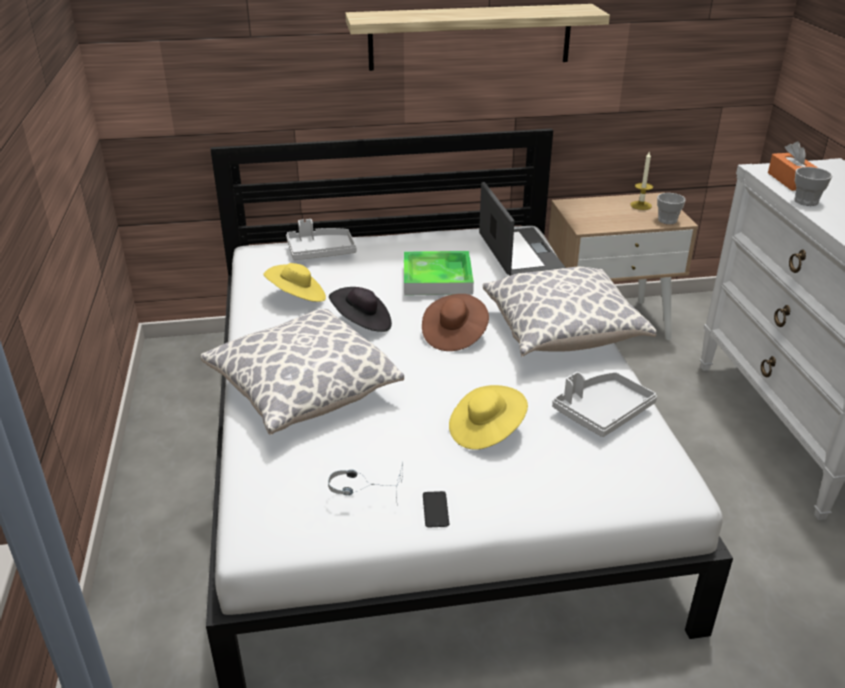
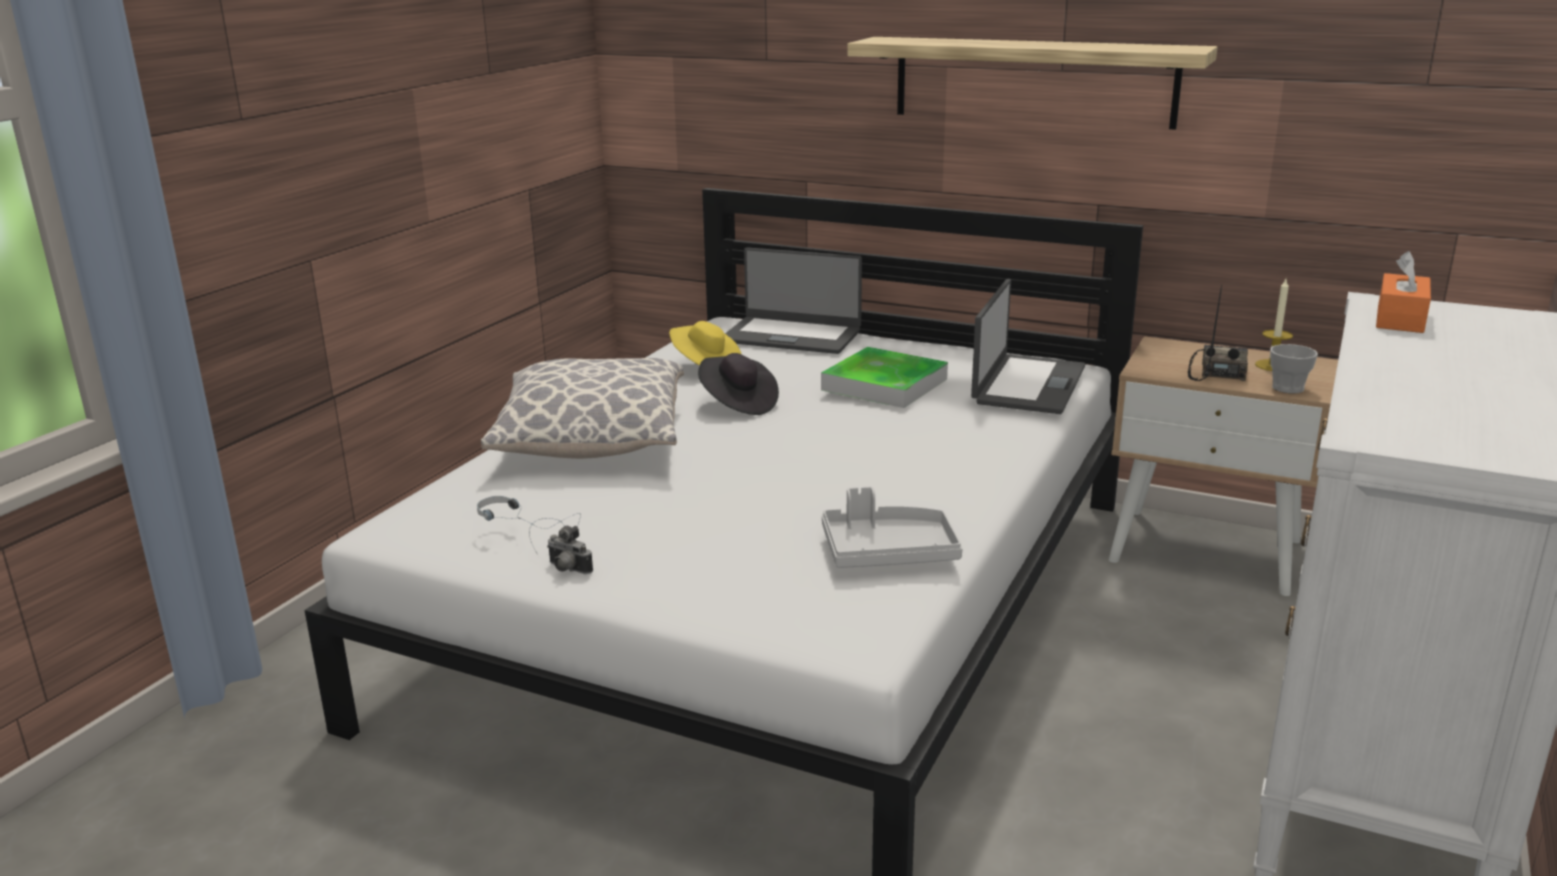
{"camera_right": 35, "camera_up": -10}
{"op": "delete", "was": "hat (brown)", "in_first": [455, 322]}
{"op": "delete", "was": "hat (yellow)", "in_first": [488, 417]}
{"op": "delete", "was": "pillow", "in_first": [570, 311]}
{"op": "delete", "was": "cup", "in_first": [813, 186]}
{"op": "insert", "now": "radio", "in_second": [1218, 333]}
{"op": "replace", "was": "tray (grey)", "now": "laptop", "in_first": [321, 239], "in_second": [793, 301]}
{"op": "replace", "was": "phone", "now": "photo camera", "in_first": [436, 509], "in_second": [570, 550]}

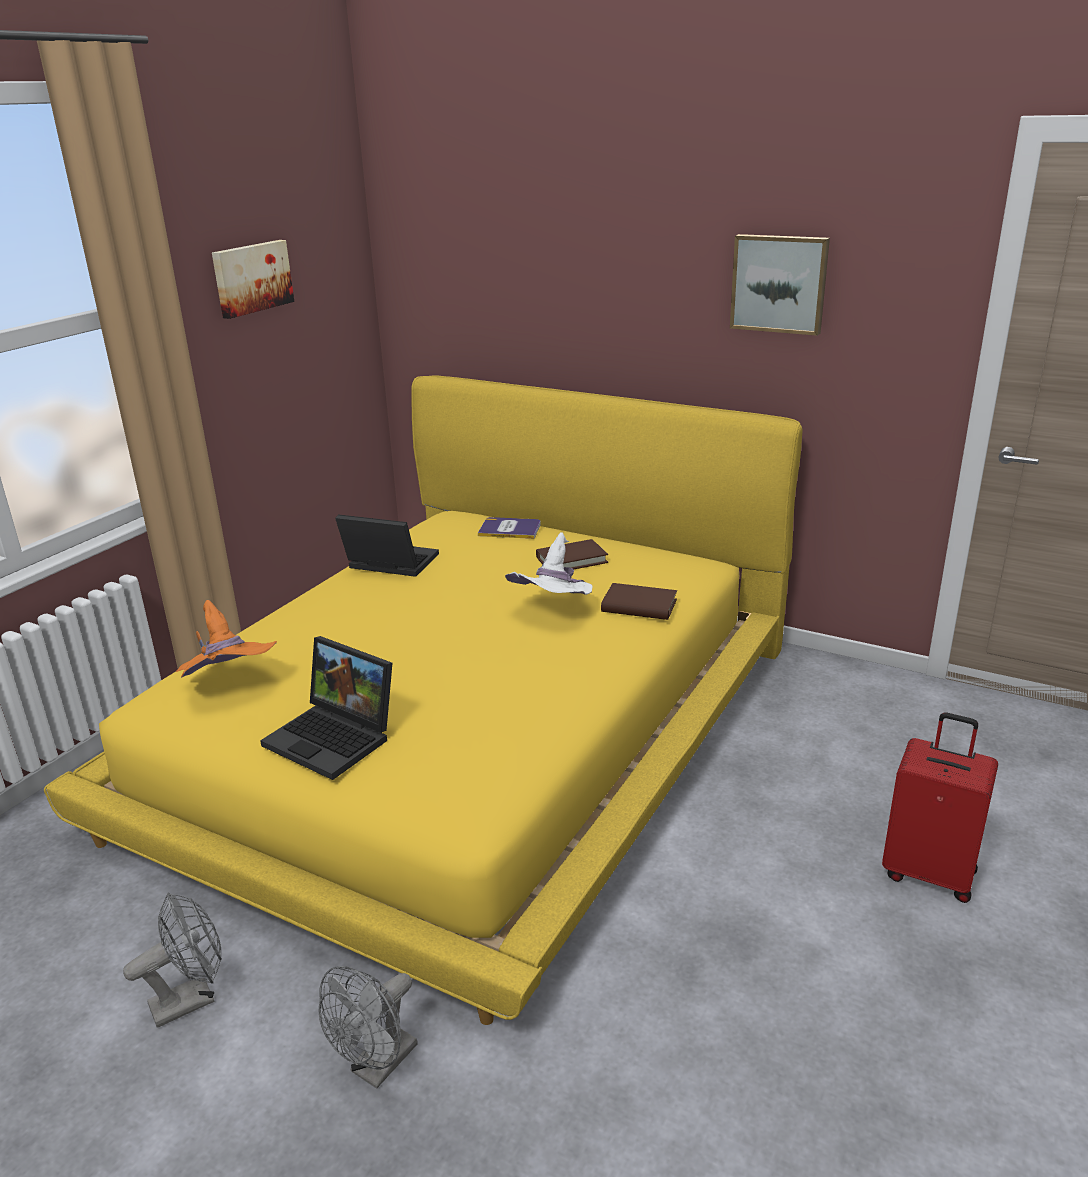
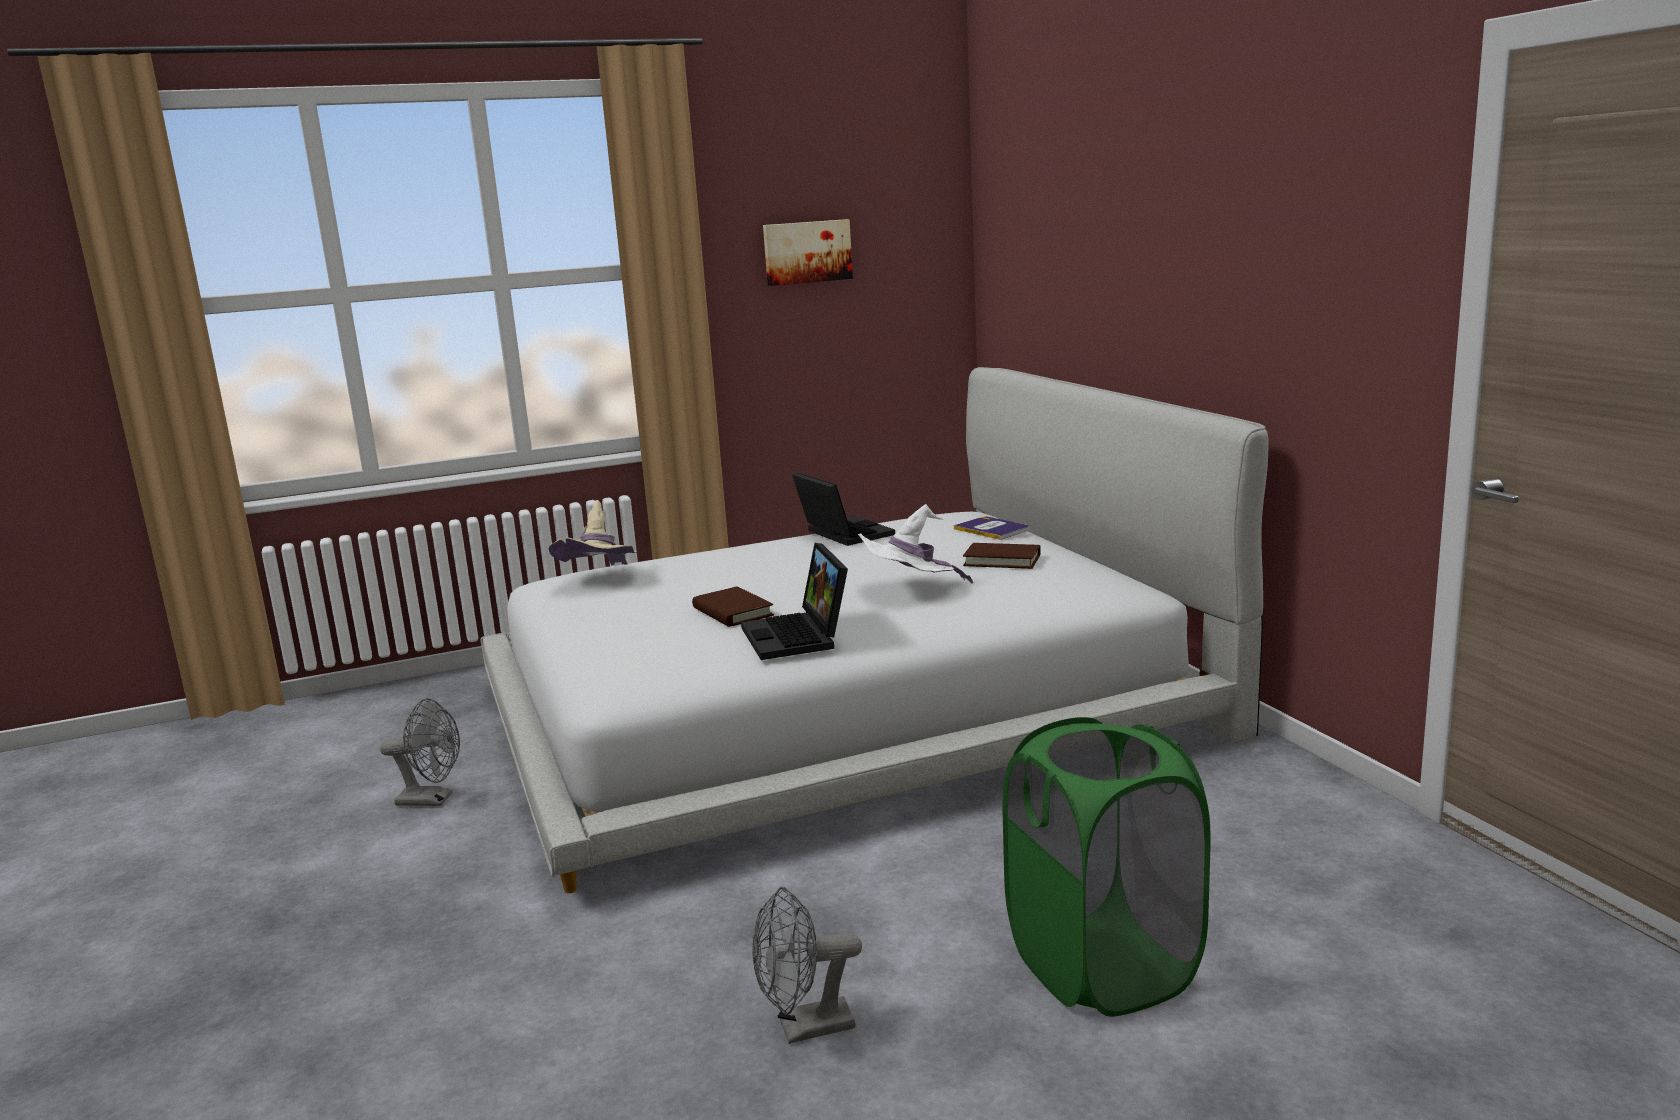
{"camera_right": 40, "camera_up": -10}
{"op": "delete", "was": "picture", "in_first": [780, 285]}
{"op": "move", "was": "laptop", "in_first": [326, 708], "in_second": [794, 601]}
{"op": "move", "was": "fan (grey)", "in_first": [368, 1027], "in_second": [807, 965]}
{"op": "move", "was": "book (brown)", "in_first": [639, 601], "in_second": [733, 606]}
{"op": "replace", "was": "suitcase (red)", "now": "laundry basket (green)", "in_first": [940, 808], "in_second": [1106, 867]}
{"op": "recolor", "was": "bed (yellow)", "now": "bed (white)", "in_first": [423, 700], "in_second": [875, 630]}
{"op": "recolor", "was": "hat (orange)", "now": "hat (beige)", "in_first": [226, 639], "in_second": [593, 532]}

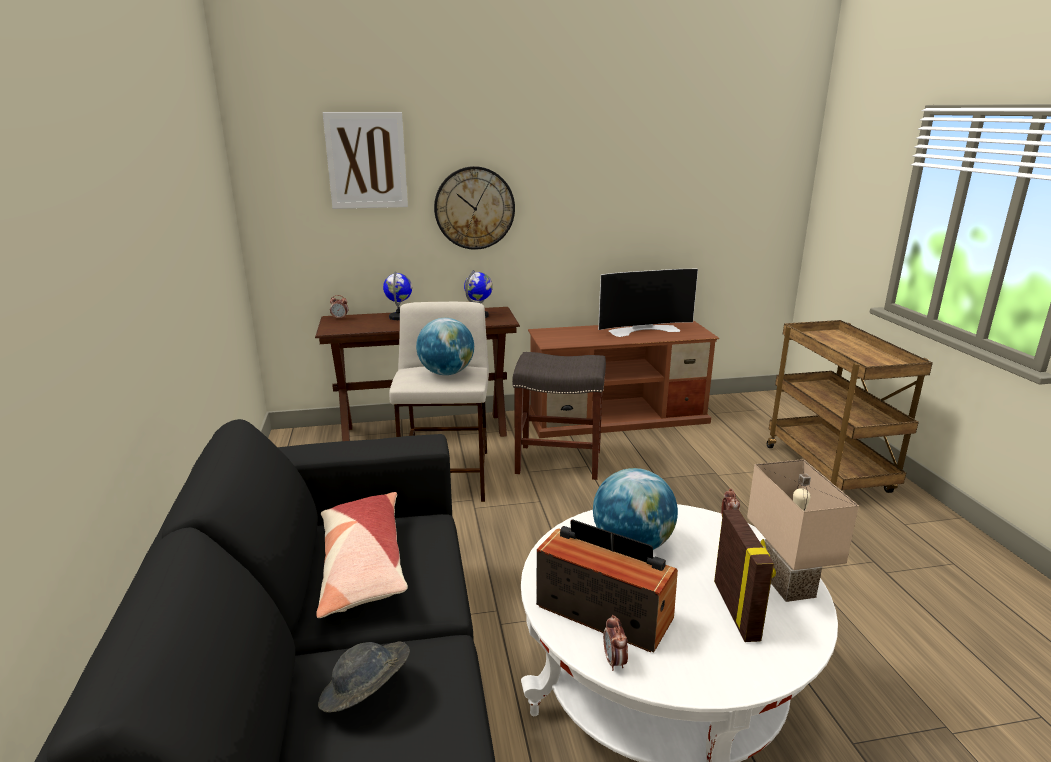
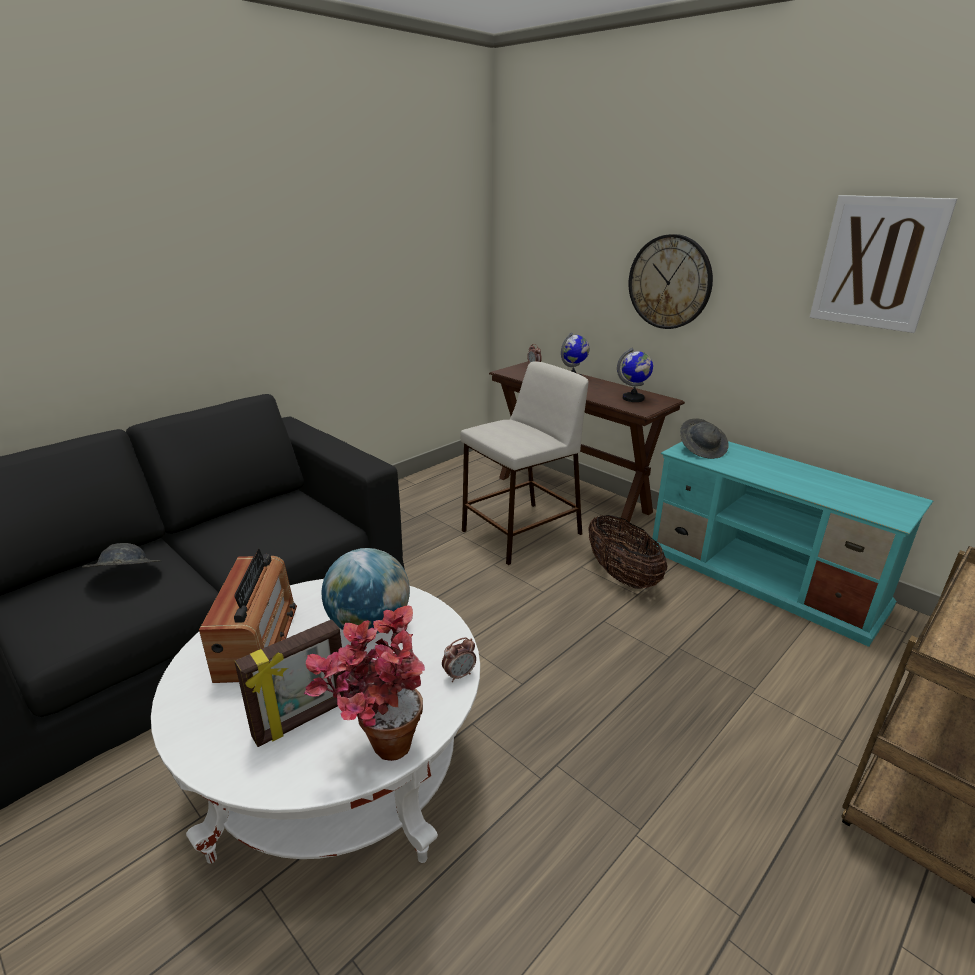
{"camera_right": 55, "camera_up": 5}
{"op": "delete", "was": "pillow", "in_first": [362, 555]}
{"op": "delete", "was": "globe", "in_first": [445, 346]}
{"op": "delete", "was": "television", "in_first": [648, 303]}
{"op": "delete", "was": "alarm clock", "in_first": [615, 643]}
{"op": "insert", "now": "hat (grey)", "in_second": [704, 439]}
{"op": "move", "was": "picture", "in_first": [365, 160], "in_second": [883, 264]}
{"op": "replace", "was": "stool (grey)", "now": "basket", "in_first": [559, 416], "in_second": [627, 552]}
{"op": "replace", "was": "table lamp (beige)", "now": "potted plant", "in_first": [803, 530], "in_second": [364, 683]}
{"op": "recolor", "was": "tv stand (brown)", "now": "tv stand (turquoise)", "in_first": [623, 379], "in_second": [792, 544]}

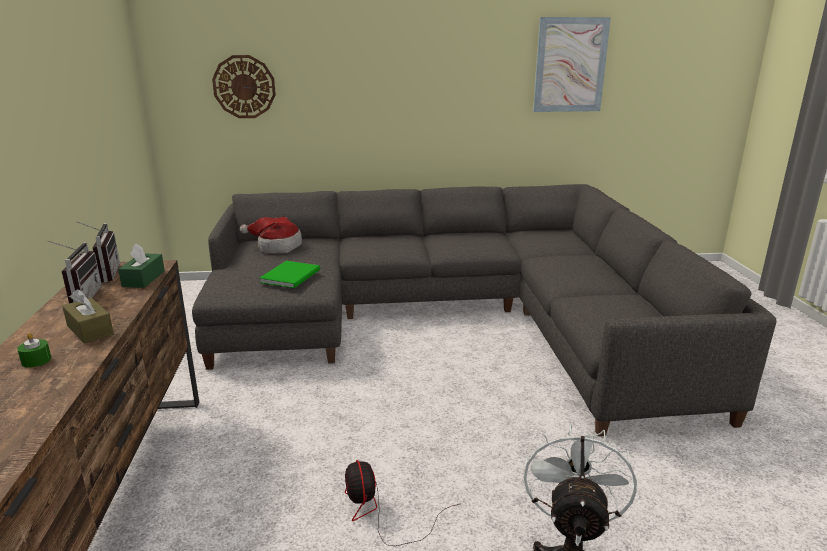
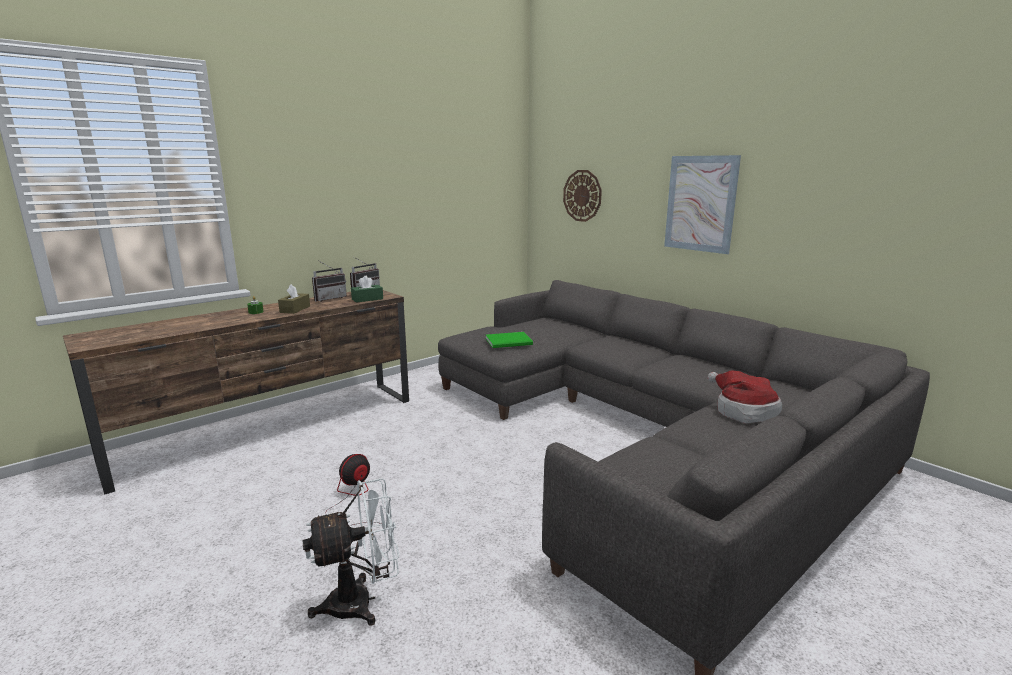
{"camera_right": 55, "camera_up": -5}
{"op": "move", "was": "hat", "in_first": [271, 235], "in_second": [745, 396]}
{"op": "move", "was": "picture", "in_first": [572, 64], "in_second": [702, 204]}

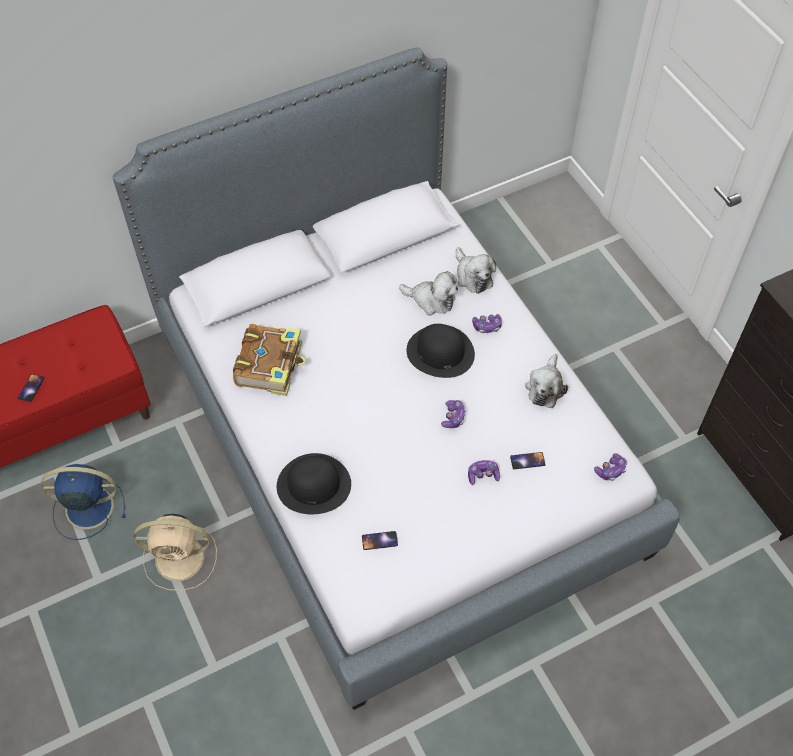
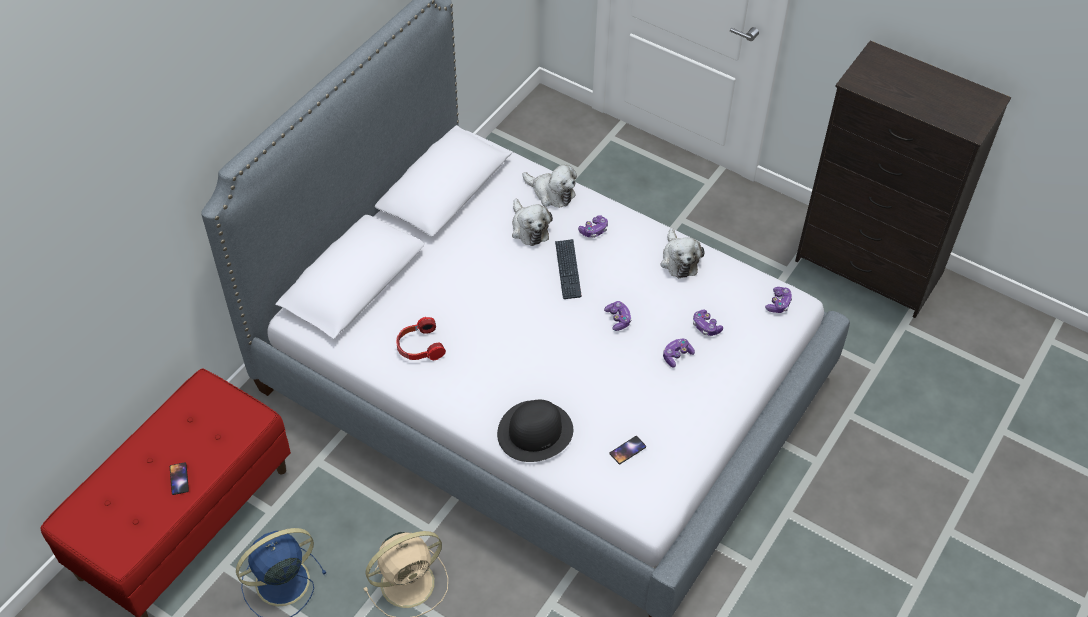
{"camera_right": -30, "camera_up": -5}
{"op": "replace", "was": "book", "now": "headphones", "in_first": [269, 360], "in_second": [421, 338]}
{"op": "replace", "was": "hat (black)", "now": "keyboard", "in_first": [440, 351], "in_second": [568, 269]}
{"op": "replace", "was": "phone", "now": "game controller", "in_first": [527, 460], "in_second": [708, 322]}
{"op": "rotate", "was": "plush toy", "in_first": [428, 293], "in_second": [532, 222], "clockwise": 75}

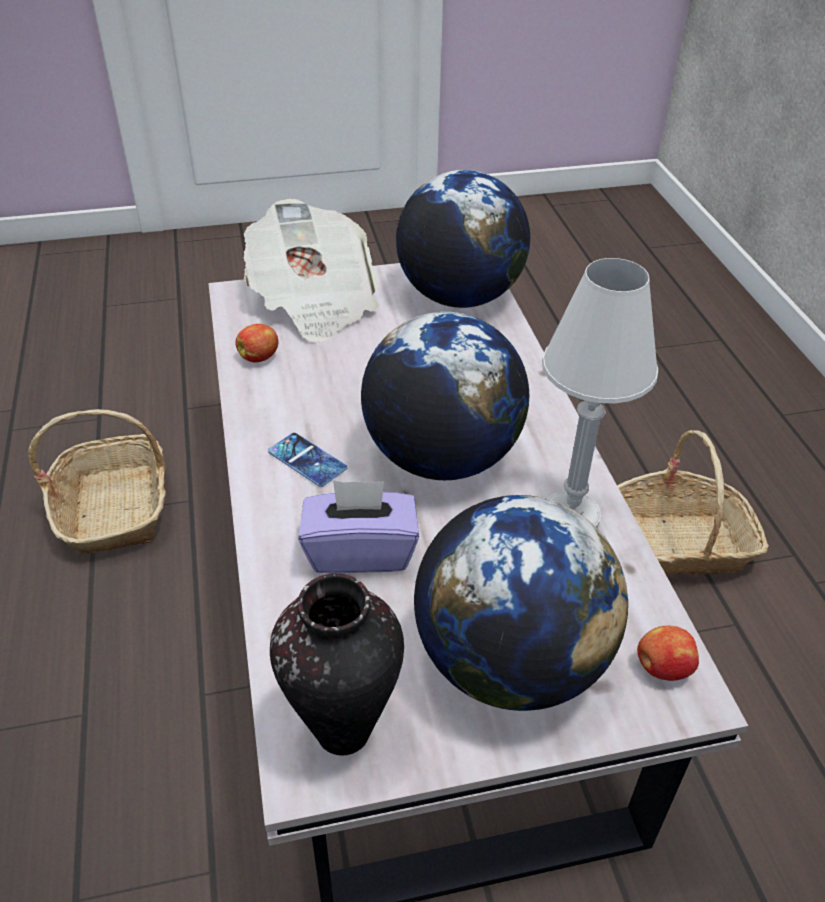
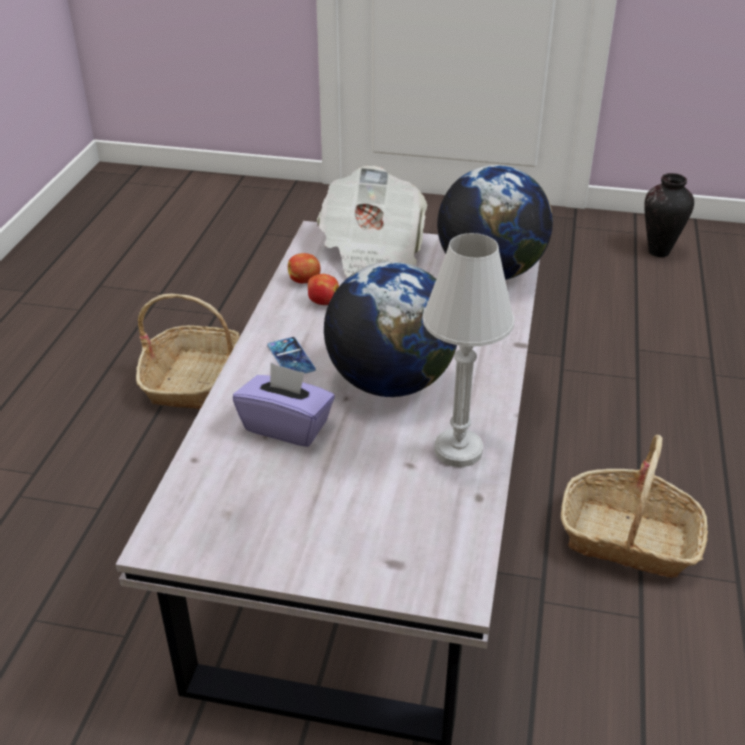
{"camera_right": 25, "camera_up": -5}
{"op": "delete", "was": "globe", "in_first": [521, 603]}
{"op": "move", "was": "vase", "in_first": [337, 664], "in_second": [669, 215]}
{"op": "move", "was": "apple", "in_first": [668, 653], "in_second": [323, 289]}

